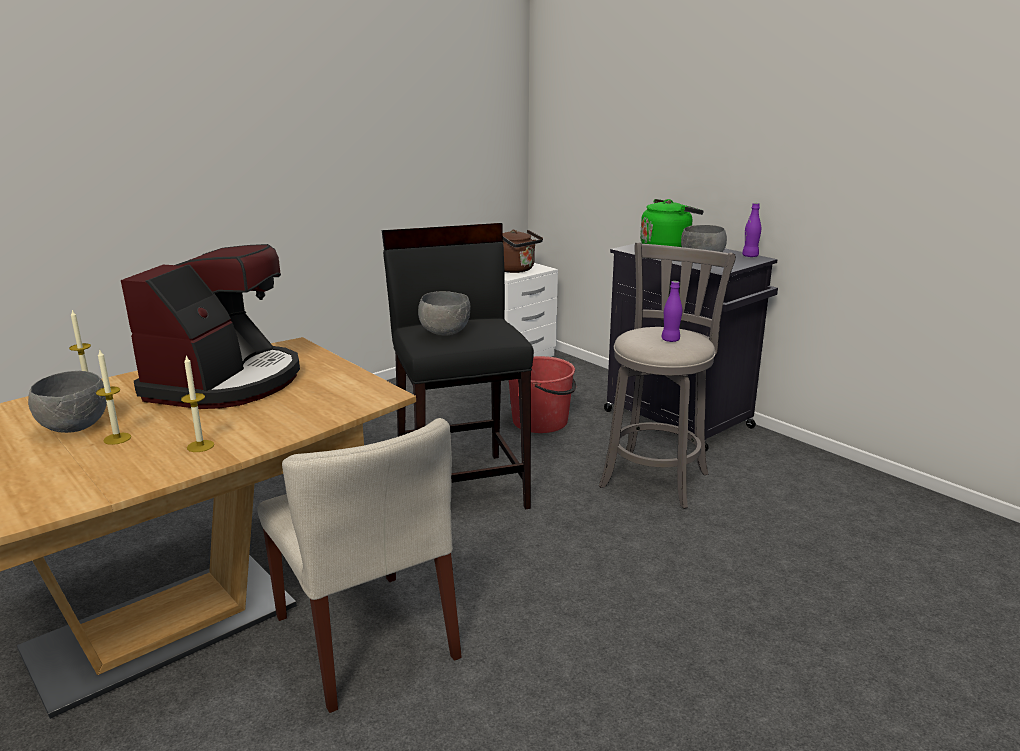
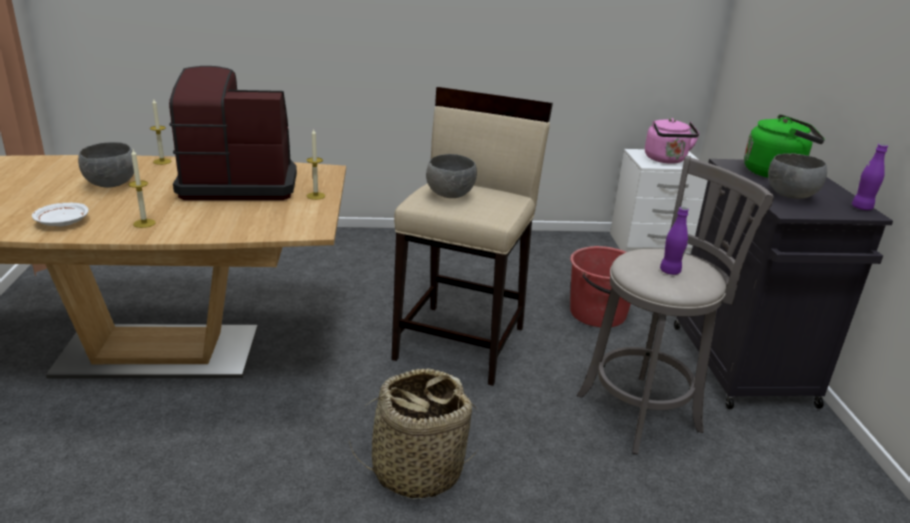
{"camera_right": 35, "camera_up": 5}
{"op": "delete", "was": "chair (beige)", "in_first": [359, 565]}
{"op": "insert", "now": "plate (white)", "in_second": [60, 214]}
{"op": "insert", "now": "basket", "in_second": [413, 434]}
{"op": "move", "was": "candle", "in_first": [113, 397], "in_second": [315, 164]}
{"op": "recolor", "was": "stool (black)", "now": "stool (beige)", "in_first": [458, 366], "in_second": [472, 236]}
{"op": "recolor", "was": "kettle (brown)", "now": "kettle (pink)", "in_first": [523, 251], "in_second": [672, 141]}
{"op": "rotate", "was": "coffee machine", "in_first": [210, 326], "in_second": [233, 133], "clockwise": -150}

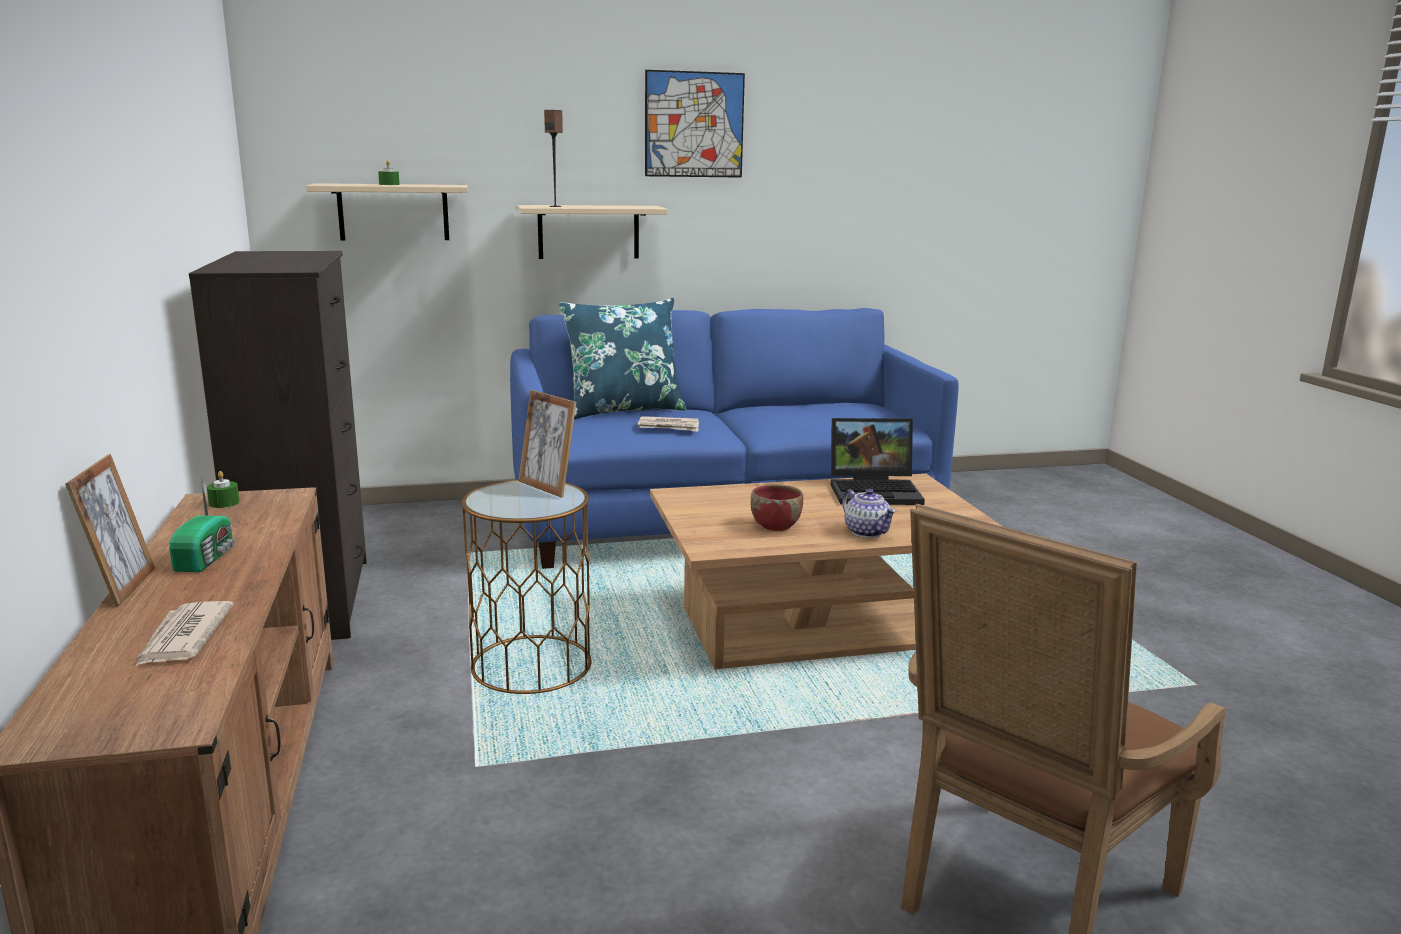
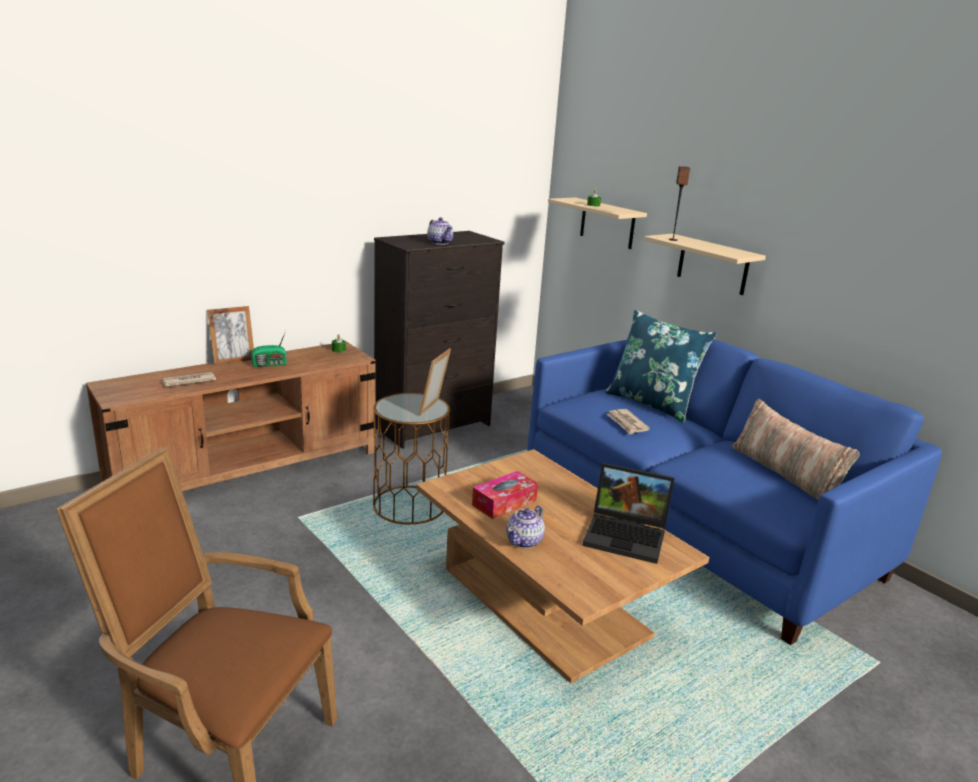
{"camera_right": 65, "camera_up": 5}
{"op": "delete", "was": "picture", "in_first": [695, 124]}
{"op": "insert", "now": "teapot", "in_second": [440, 231]}
{"op": "insert", "now": "pillow", "in_second": [796, 449]}
{"op": "replace", "was": "bowl (red)", "now": "tissue box", "in_first": [777, 507], "in_second": [505, 495]}
{"op": "rotate", "was": "laptop", "in_first": [878, 461], "in_second": [628, 513], "clockwise": -45}

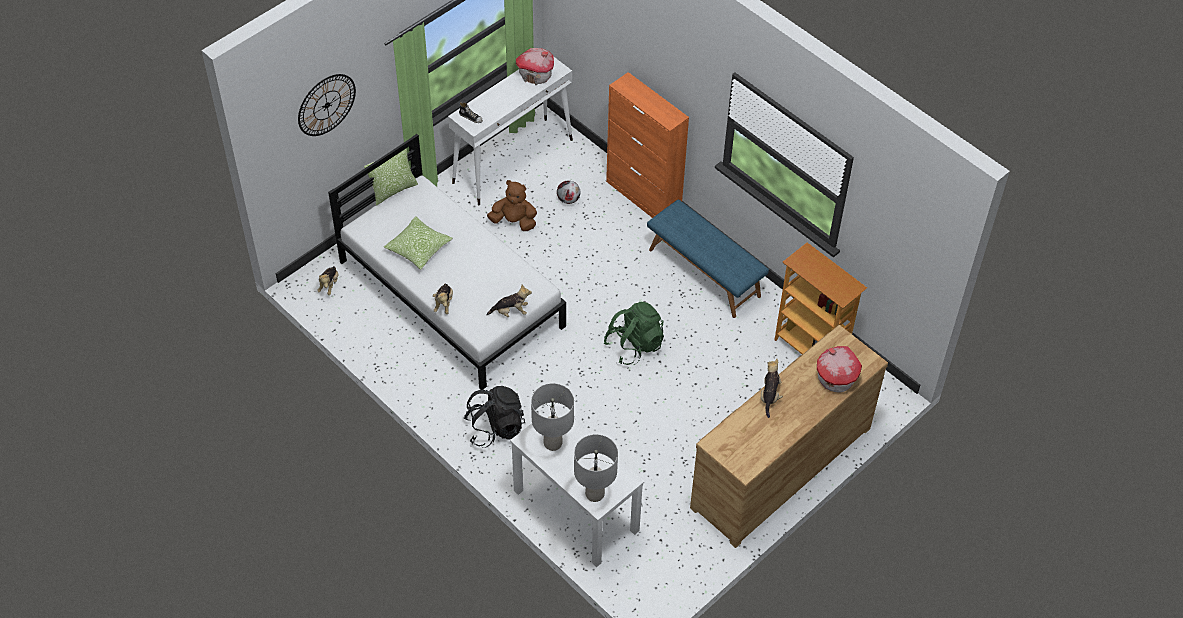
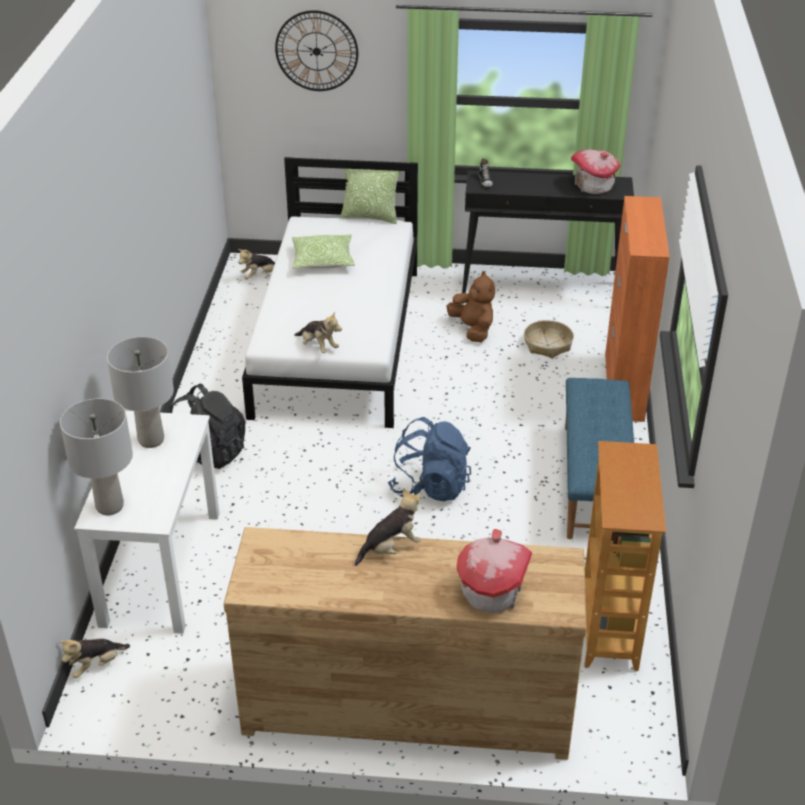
{"camera_right": 50, "camera_up": -15}
{"op": "move", "was": "plush toy", "in_first": [443, 298], "in_second": [94, 658]}
{"op": "replace", "was": "football", "now": "basket", "in_first": [568, 192], "in_second": [549, 339]}
{"op": "recolor", "was": "console table (white)", "now": "console table (black)", "in_first": [510, 130], "in_second": [548, 231]}
{"op": "recolor", "was": "backpack (green)", "now": "backpack (blue)", "in_first": [634, 333], "in_second": [429, 459]}

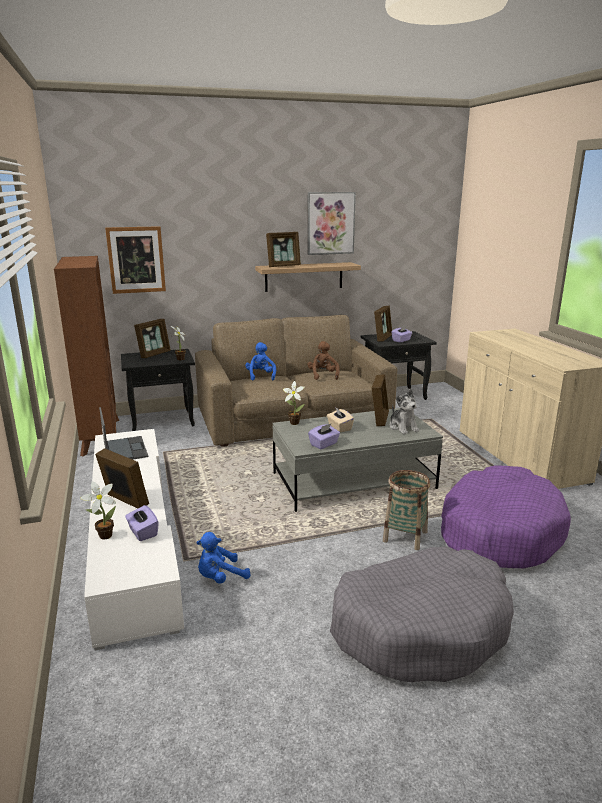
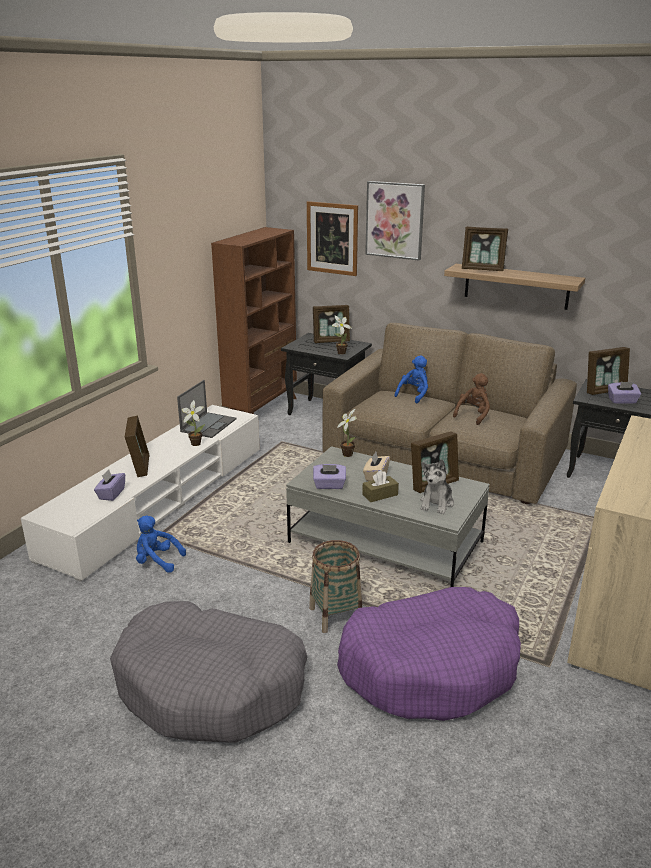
{"camera_right": 45, "camera_up": 5}
{"op": "insert", "now": "tissue box (brown)", "in_second": [380, 486]}
{"op": "move", "was": "potted plant", "in_first": [98, 510], "in_second": [193, 423]}
{"op": "move", "was": "picture", "in_first": [331, 223], "in_second": [395, 221]}

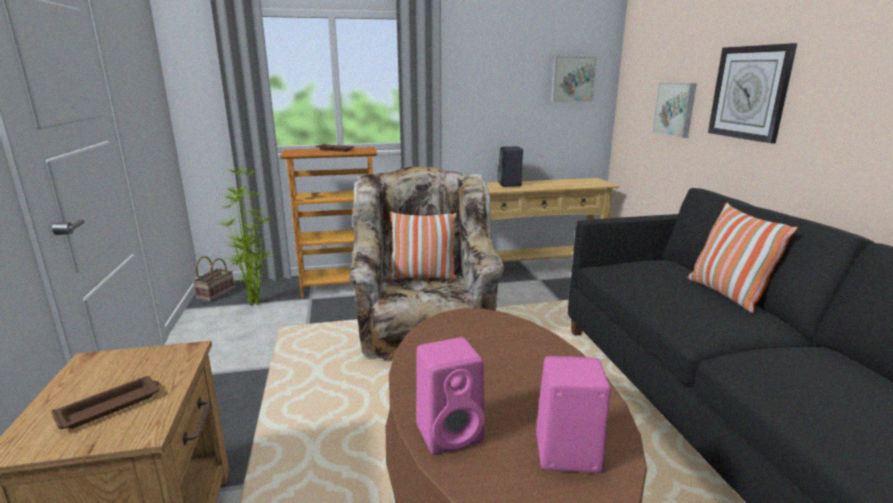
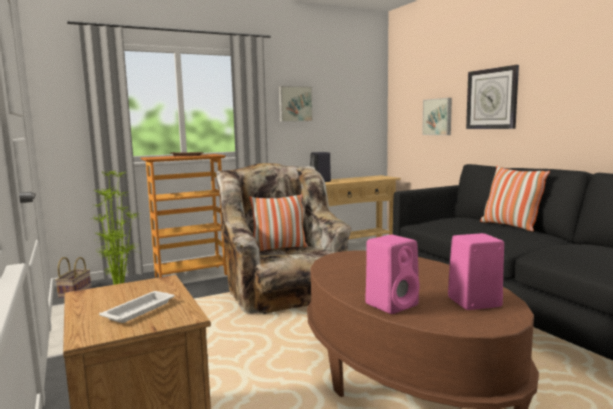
{"camera_right": -15, "camera_up": -10}
{"op": "move", "was": "picture", "in_first": [574, 79], "in_second": [296, 104]}
{"op": "recolor", "was": "tray (brown)", "now": "tray (white)", "in_first": [105, 402], "in_second": [136, 307]}

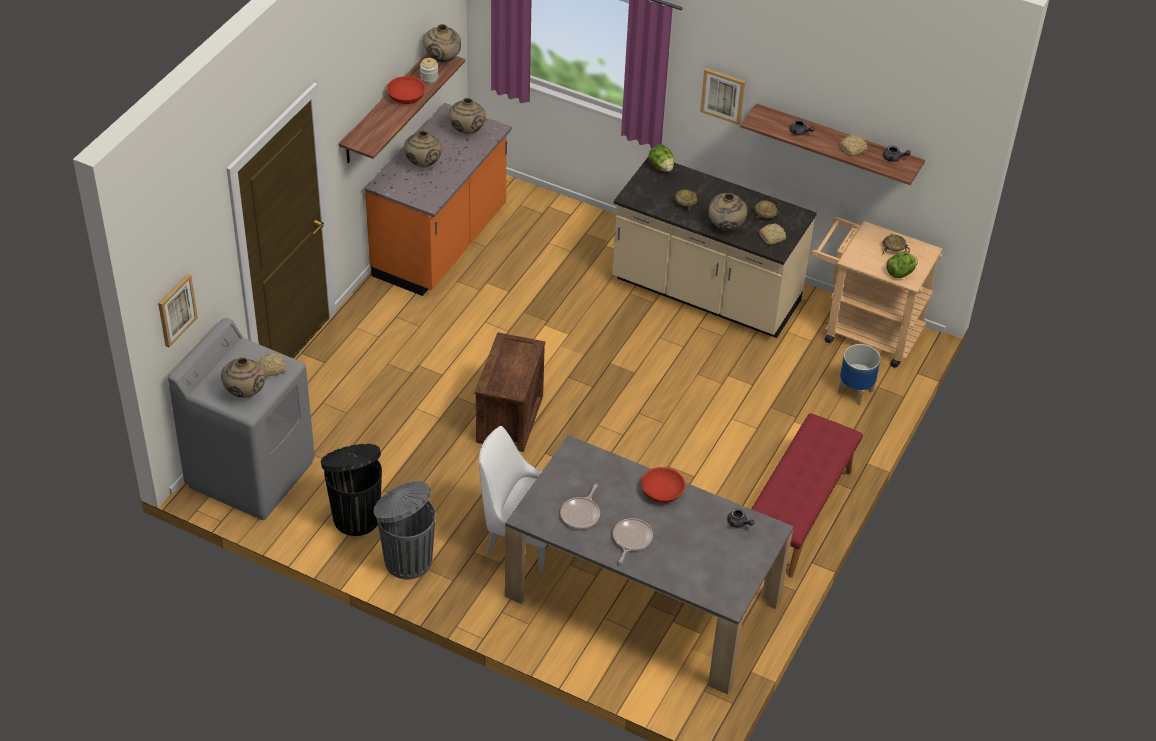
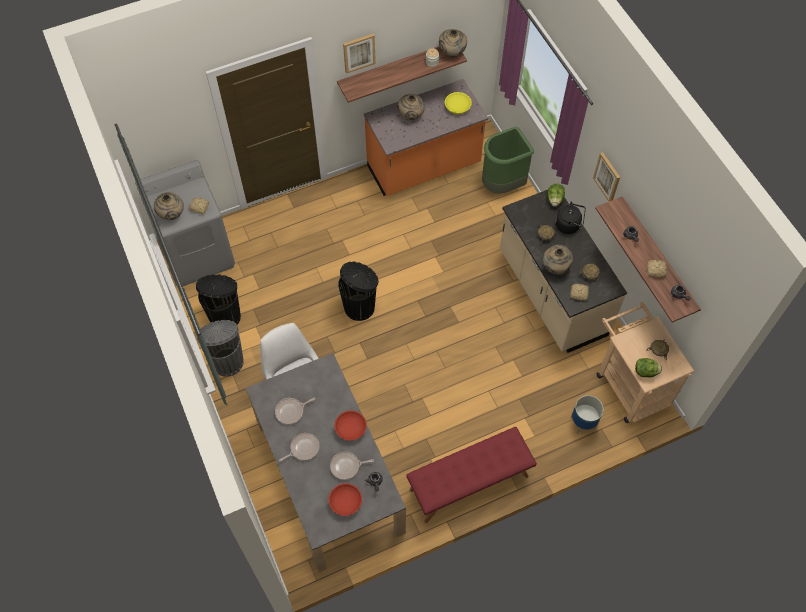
{"camera_right": 40, "camera_up": 15}
{"op": "insert", "now": "frying pan", "in_second": [352, 466]}
{"op": "insert", "now": "trash can (green)", "in_second": [508, 160]}
{"op": "insert", "now": "kettle (black)", "in_second": [570, 218]}
{"op": "move", "was": "picture", "in_first": [178, 310], "in_second": [359, 54]}
{"op": "move", "was": "bowl (red)", "in_first": [406, 90], "in_second": [345, 499]}
{"op": "replace", "was": "vase (beige)", "now": "bowl (yellow)", "in_first": [467, 116], "in_second": [458, 103]}
{"op": "replace", "was": "crate", "now": "trash can (black)", "in_first": [510, 392], "in_second": [358, 291]}

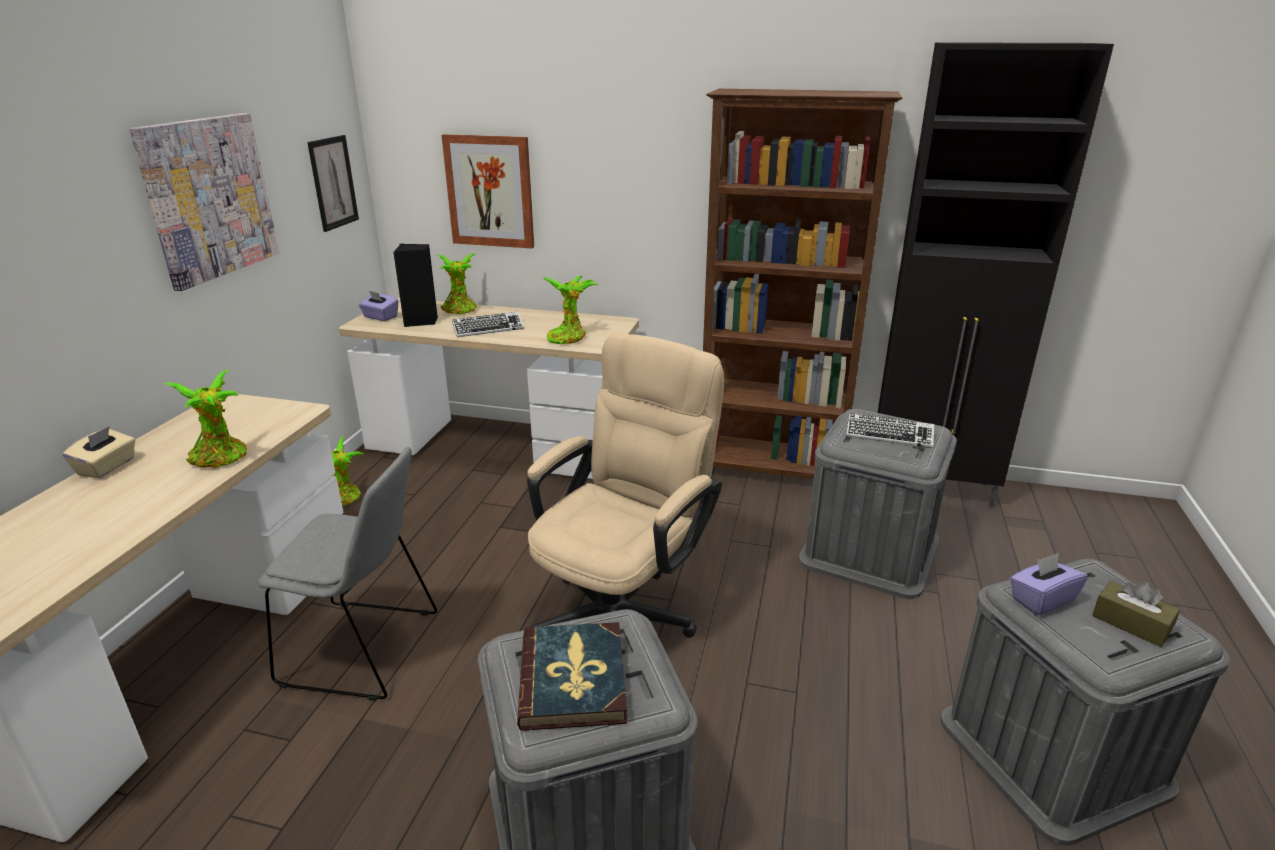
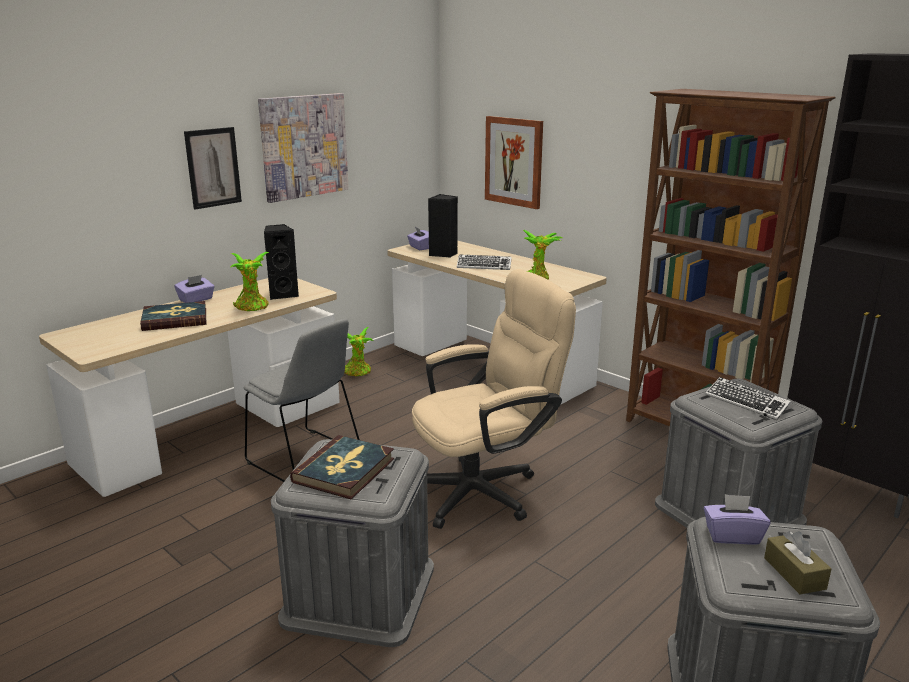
{"camera_right": 30, "camera_up": -5}
{"op": "delete", "was": "potted plant", "in_first": [457, 283]}
{"op": "insert", "now": "book", "in_second": [173, 316]}
{"op": "insert", "now": "speaker (black)", "in_second": [281, 262]}
{"op": "move", "was": "picture", "in_first": [333, 183], "in_second": [213, 168]}
{"op": "recolor", "was": "tissue box (beige)", "now": "tissue box (purple)", "in_first": [99, 452], "in_second": [194, 289]}

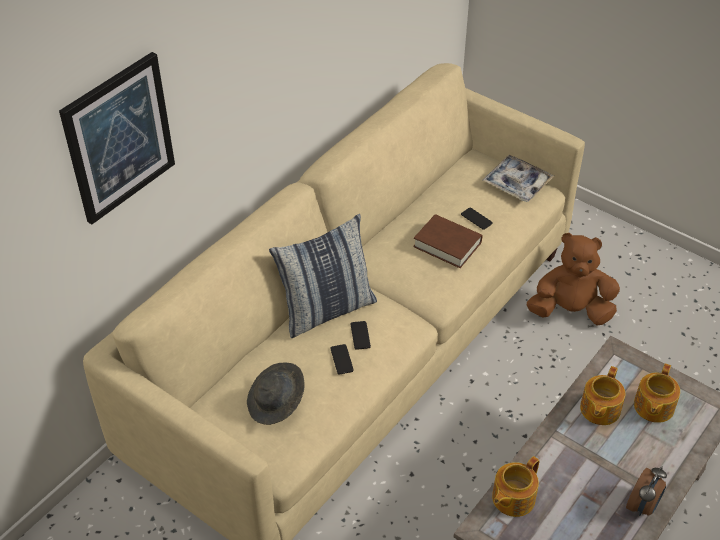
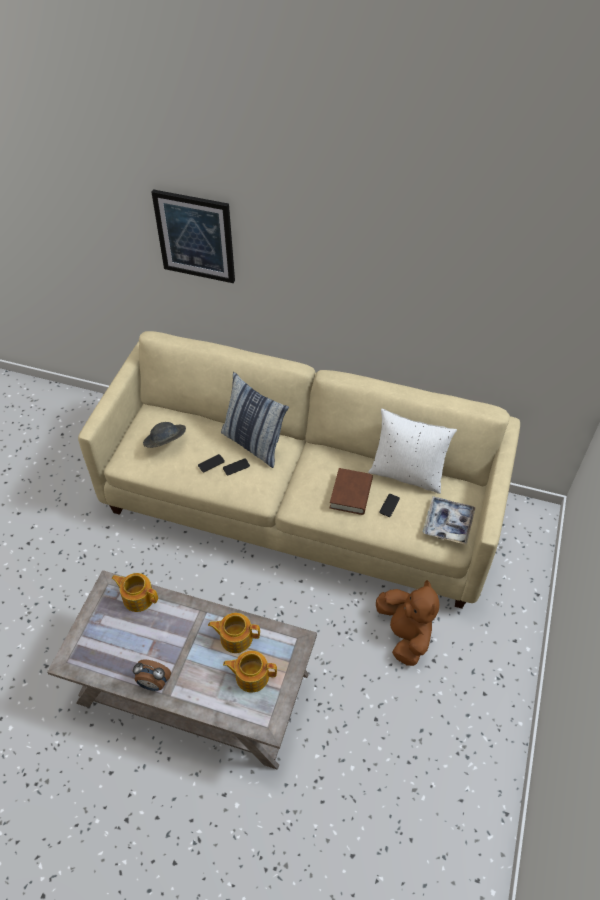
{"camera_right": 70, "camera_up": 5}
{"op": "insert", "now": "pillow (white)", "in_second": [412, 451]}

